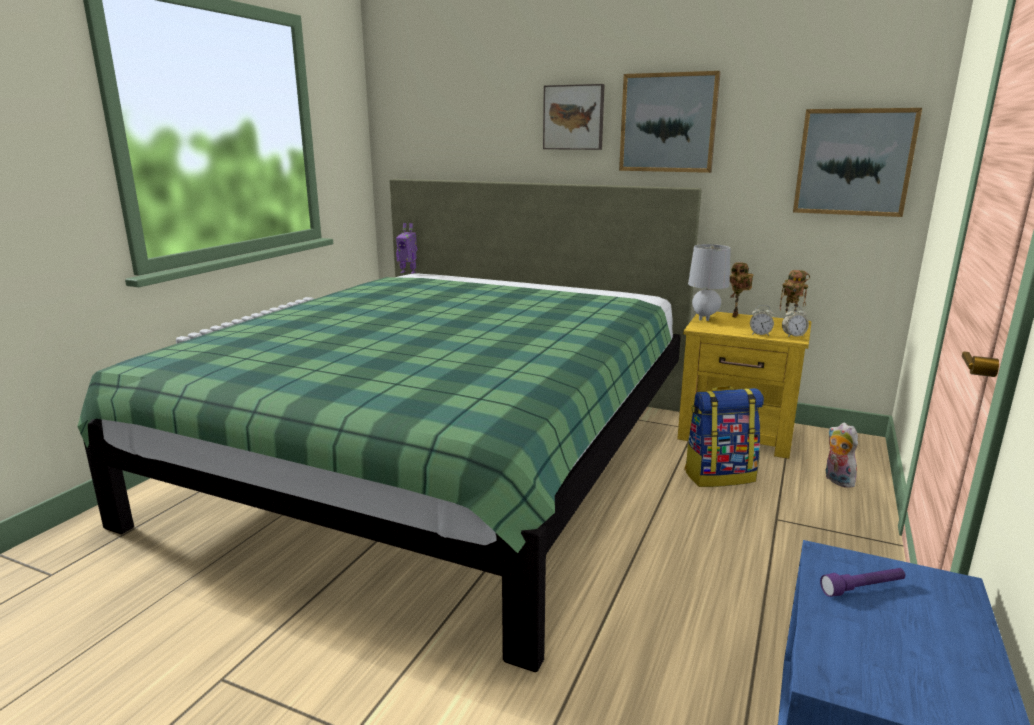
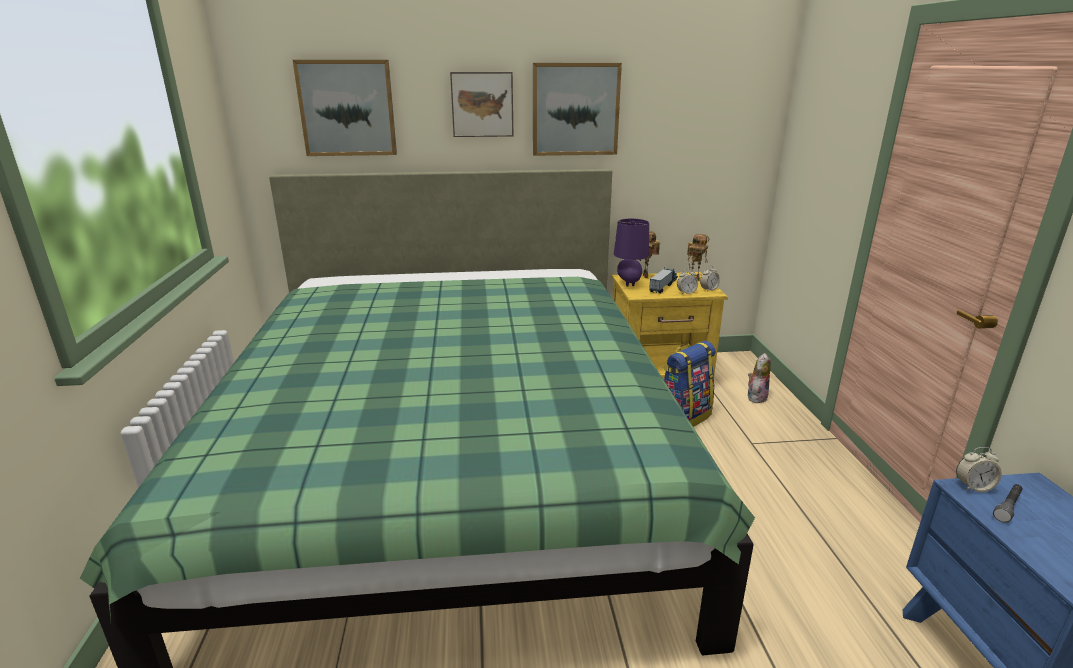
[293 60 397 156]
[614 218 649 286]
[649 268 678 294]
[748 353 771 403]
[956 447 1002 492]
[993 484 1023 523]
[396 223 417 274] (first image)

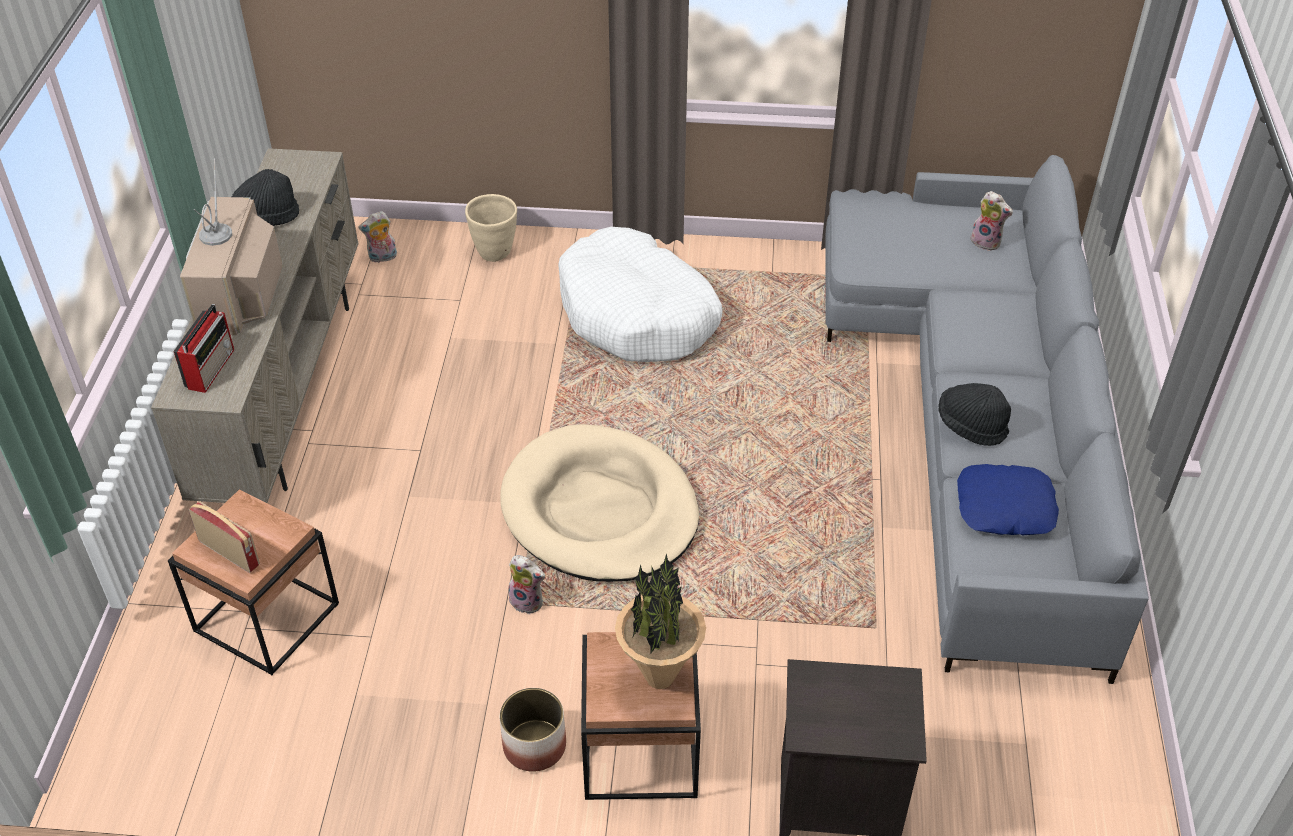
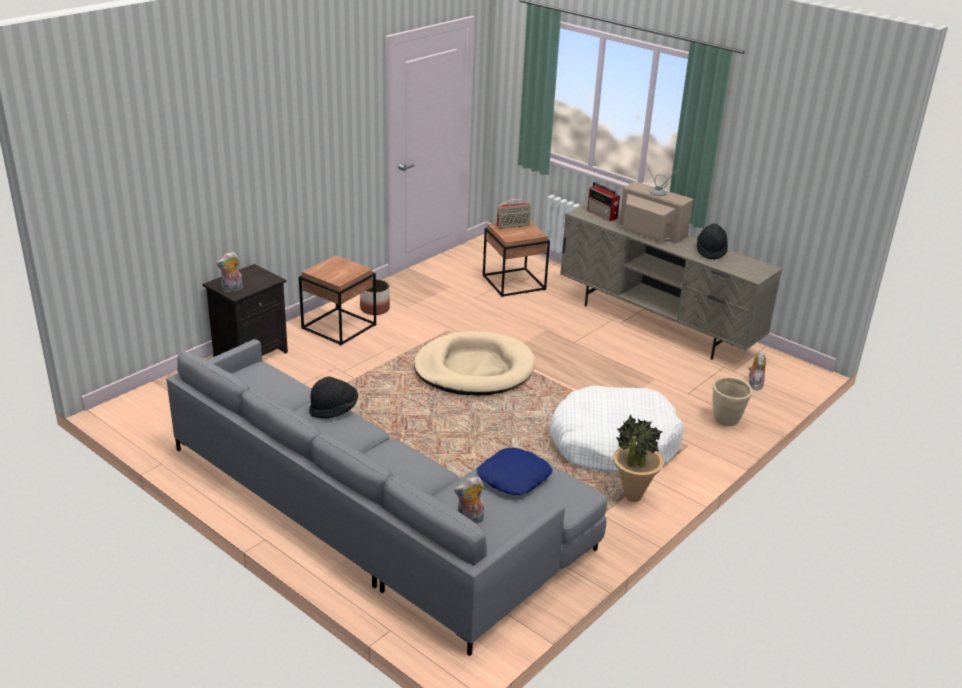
[216 252 243 292]
[477 447 553 495]
[613 414 664 502]

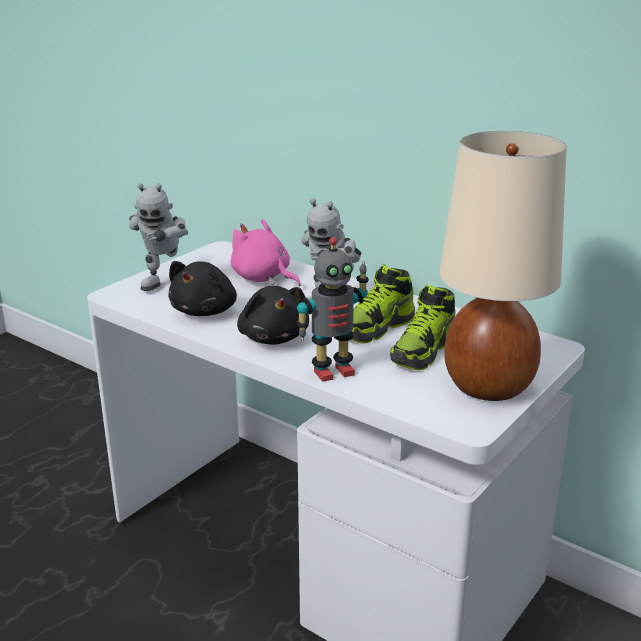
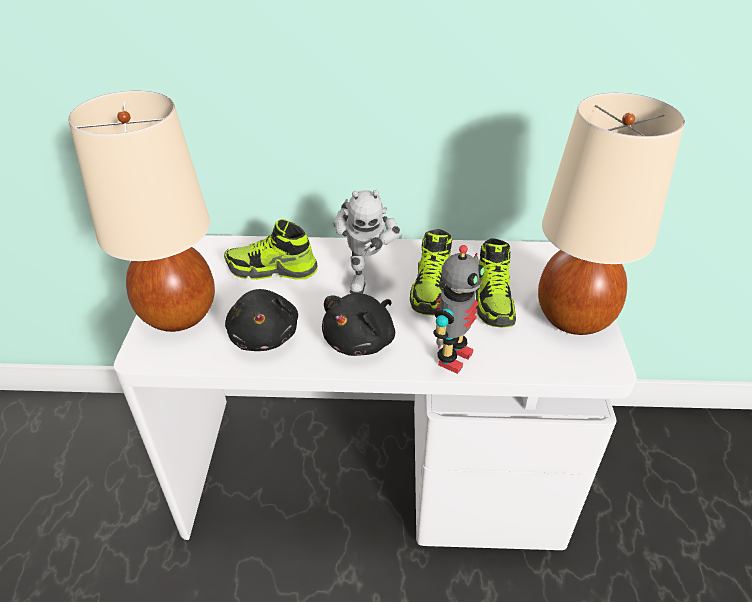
[68 91 215 332]
[224 219 318 280]
[322 293 395 356]

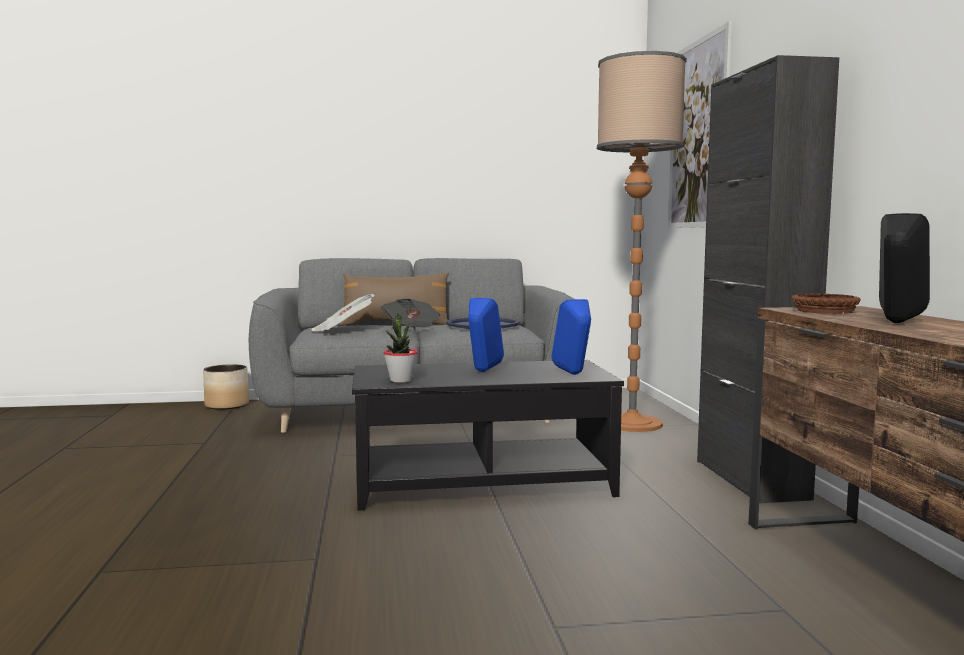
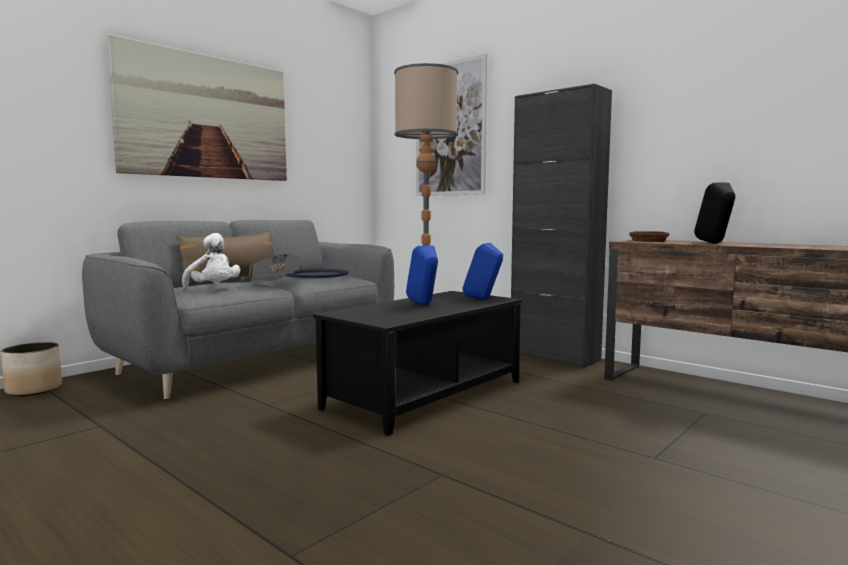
[107 34 287 181]
[182 233 241 288]
[384 314 418 383] (first image)

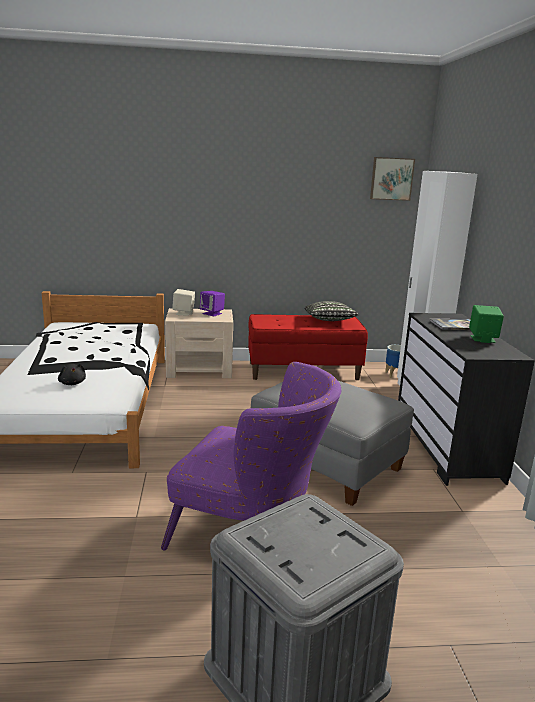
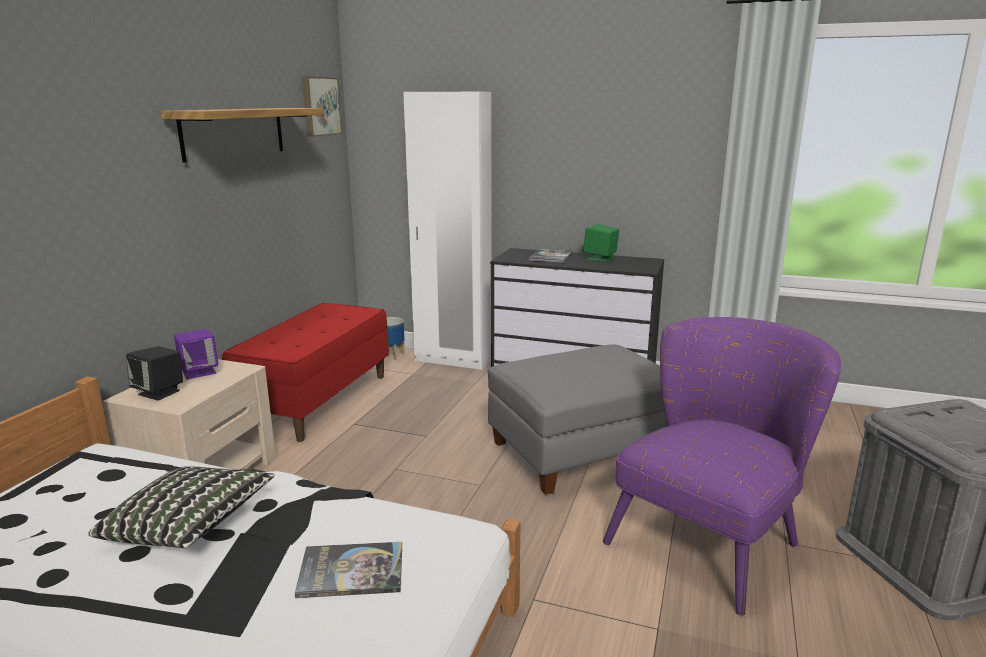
[88 467 275 548]
[126 346 183 401]
[161 108 323 163]
[295 542 402 598]

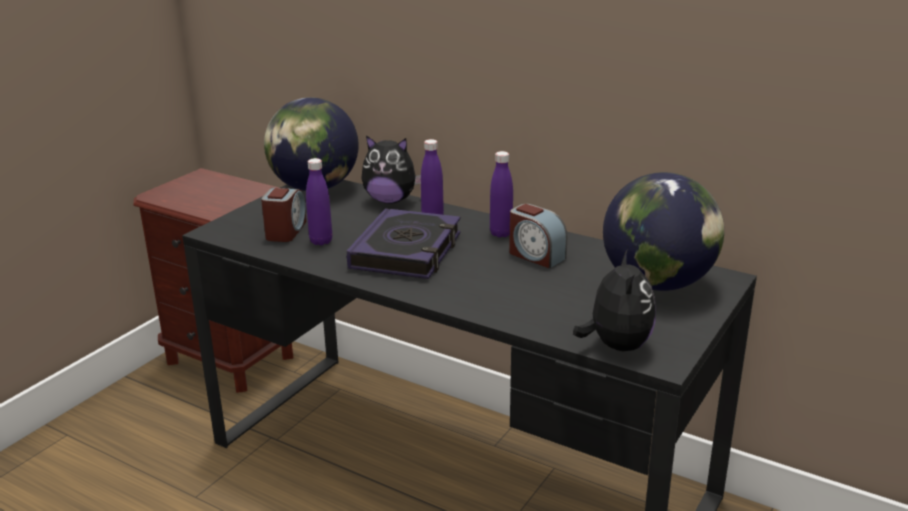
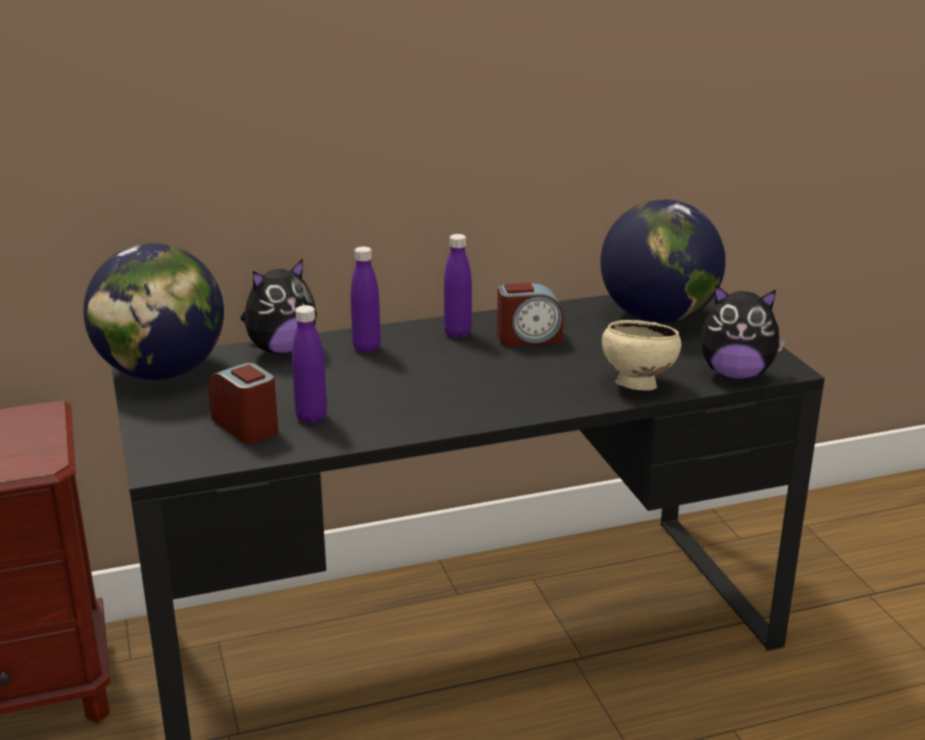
[602 320 681 391]
[700 285 786 380]
[347 208 461 279] (first image)

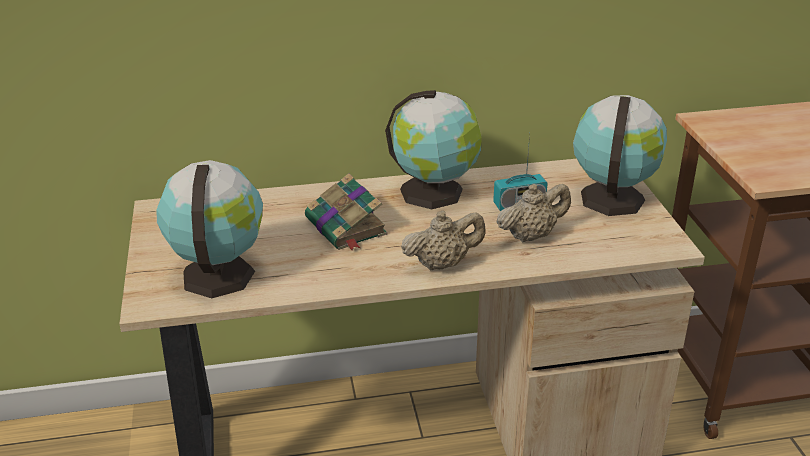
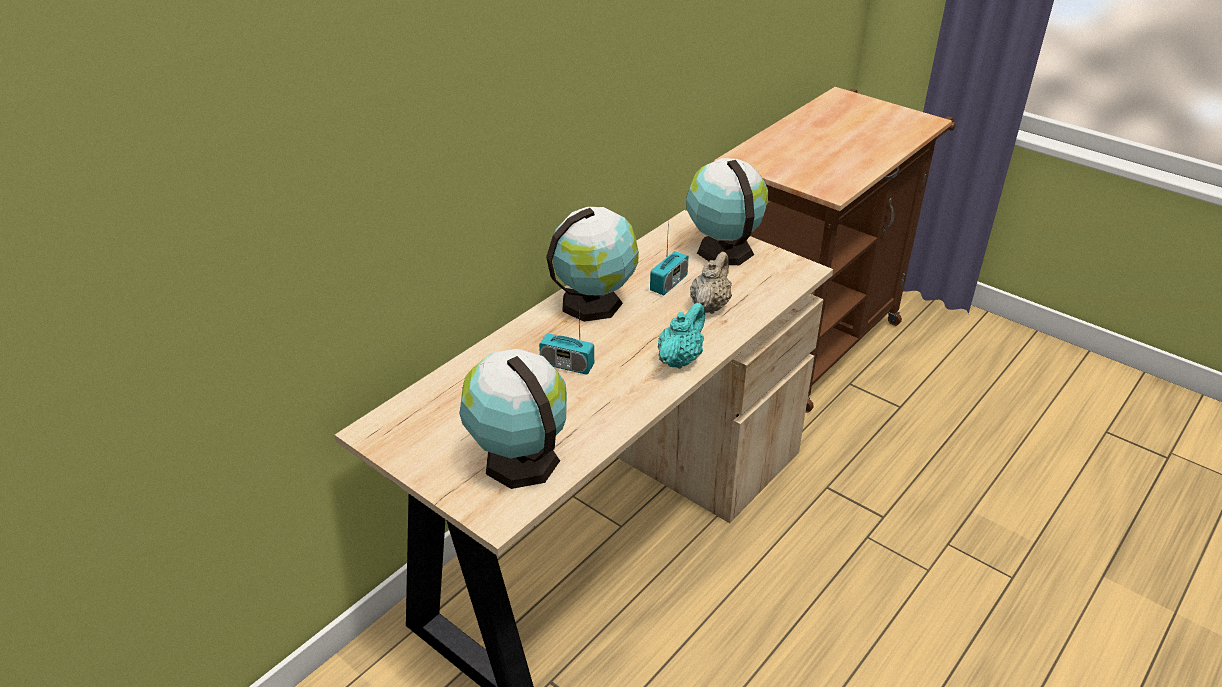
[539 313 594 375]
[658 303 705 369]

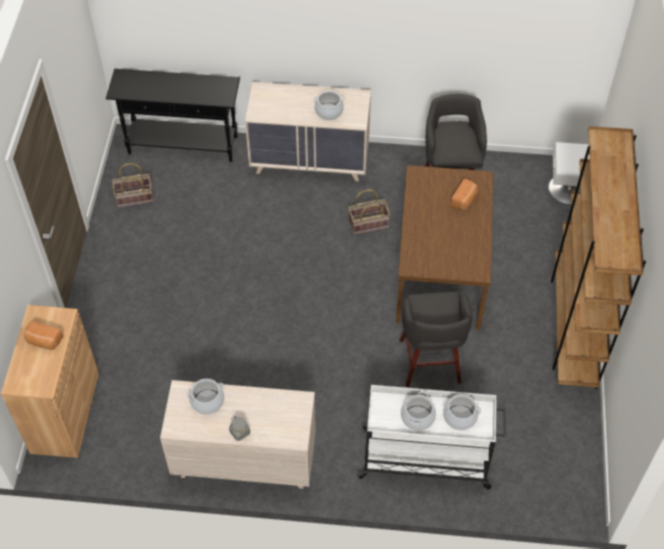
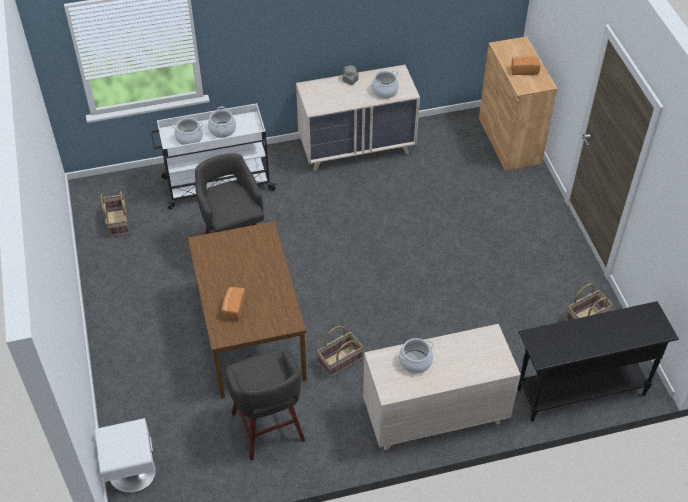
[100 191 129 238]
[551 126 646 389] (first image)

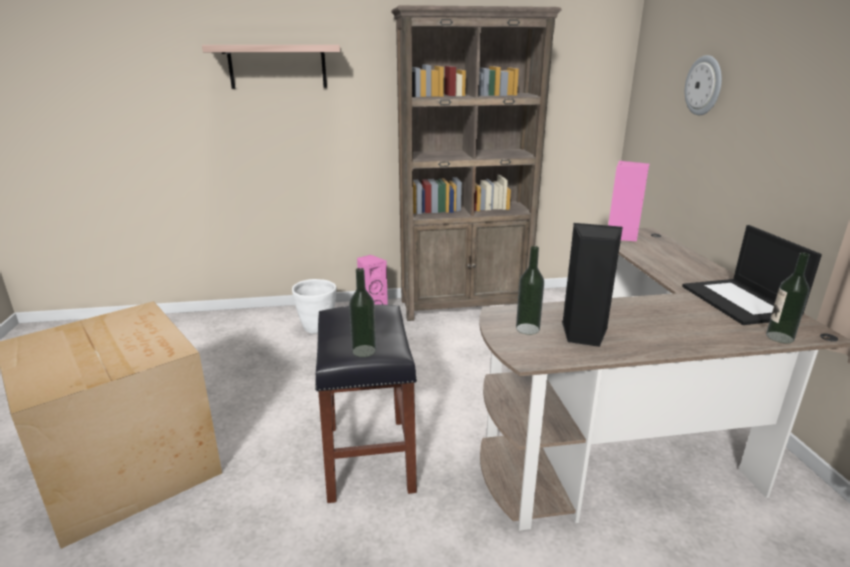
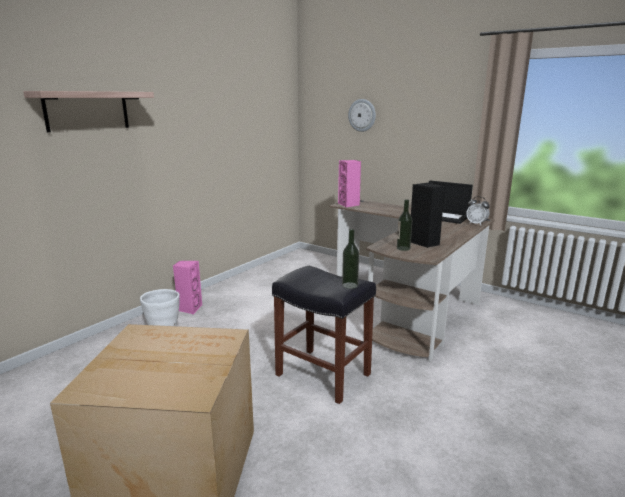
[466 196 490 225]
[391 5 562 321] (first image)

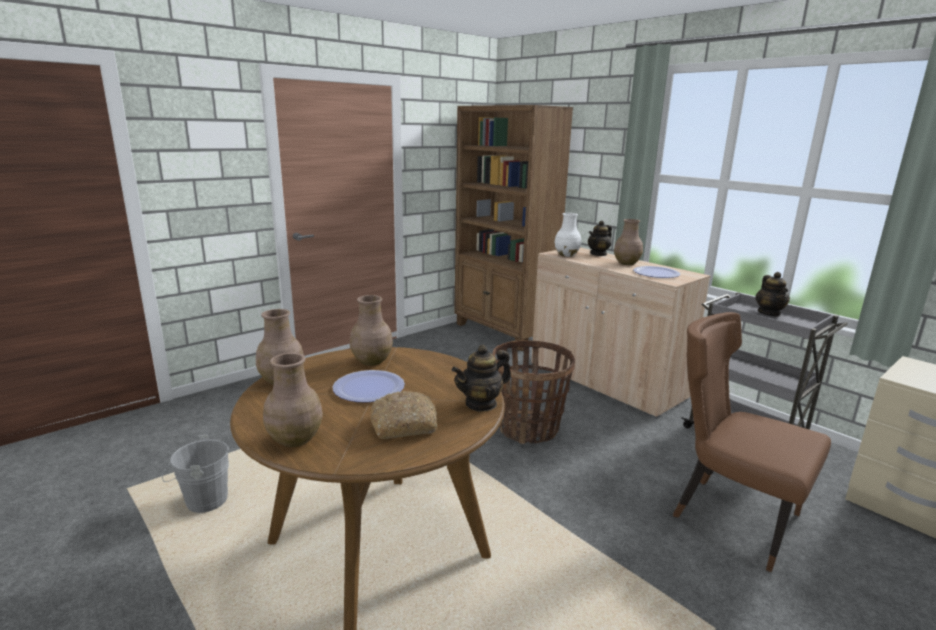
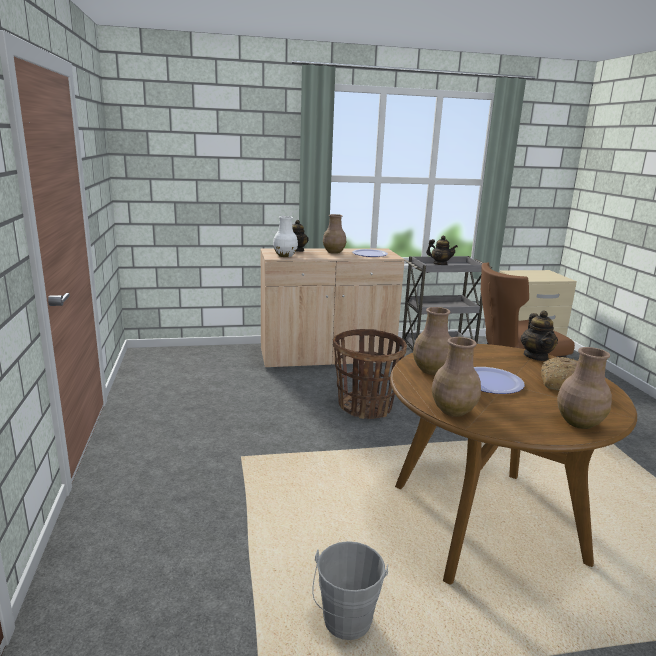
[454 105 573 351] (first image)

